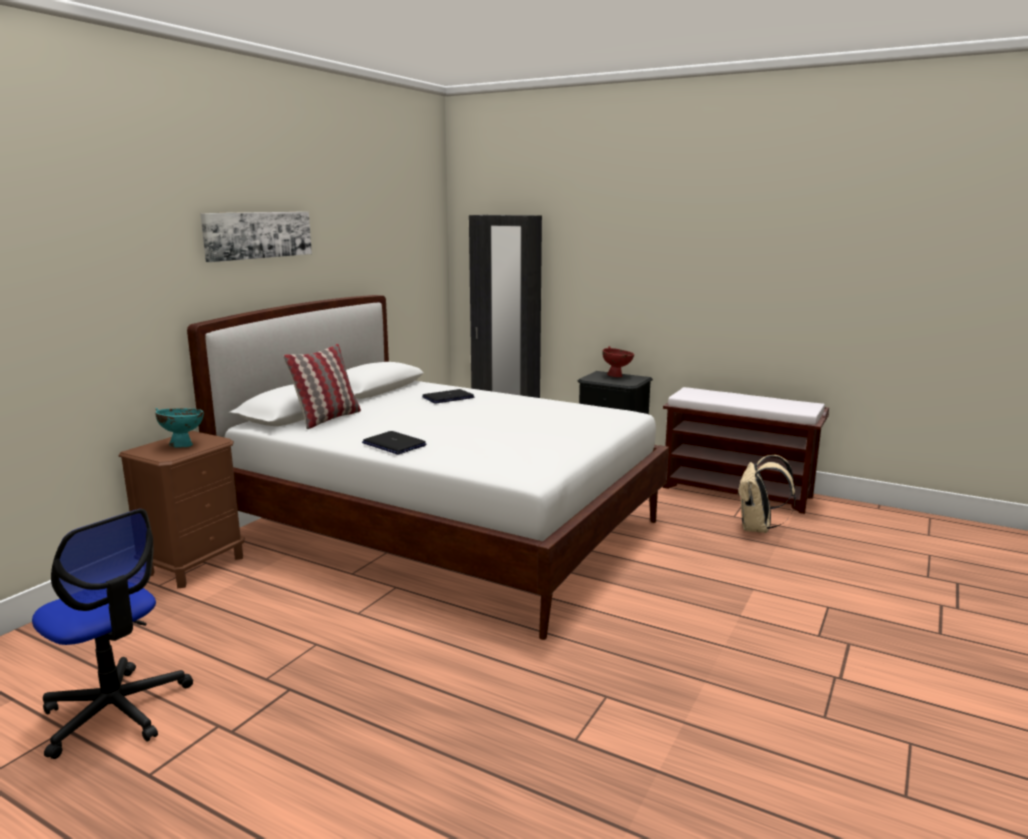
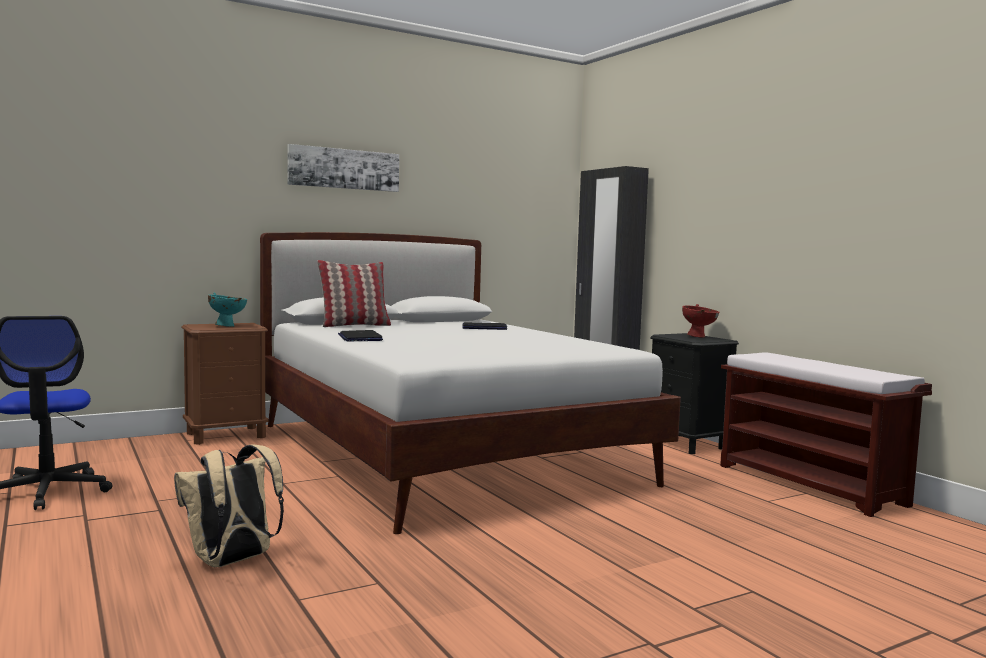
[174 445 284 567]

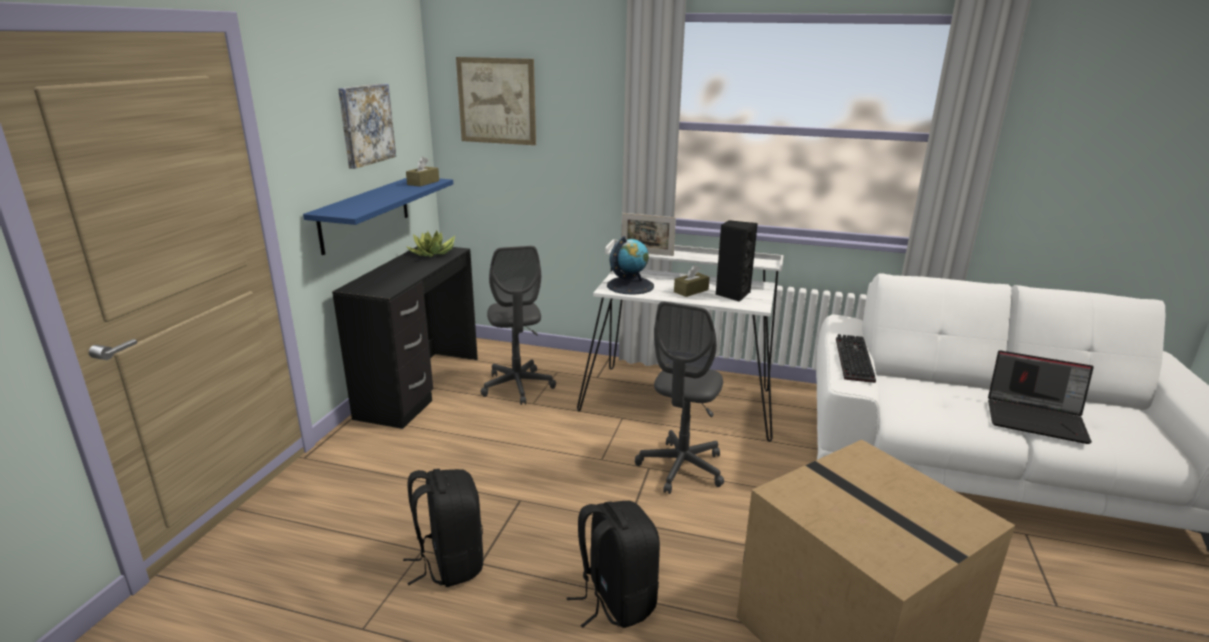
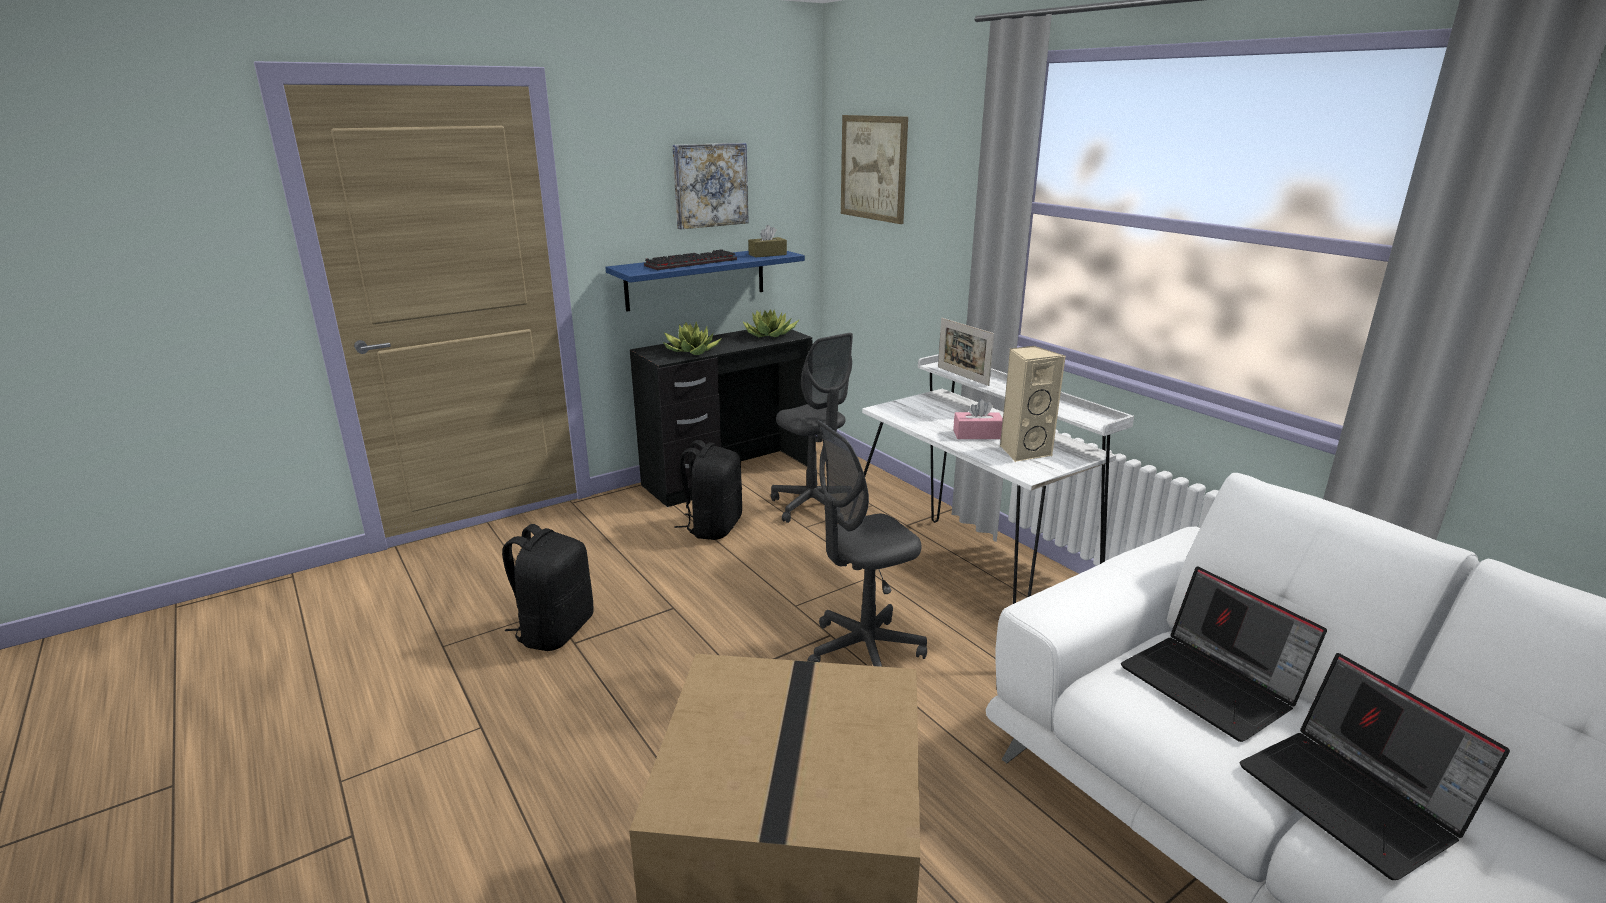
[644 249 737 270]
[663 322 722 355]
[674 440 742 540]
[771 333 853 524]
[953 399 1003 439]
[1000 346 1066 462]
[1121 566 1327 742]
[607 236 654 295] (first image)

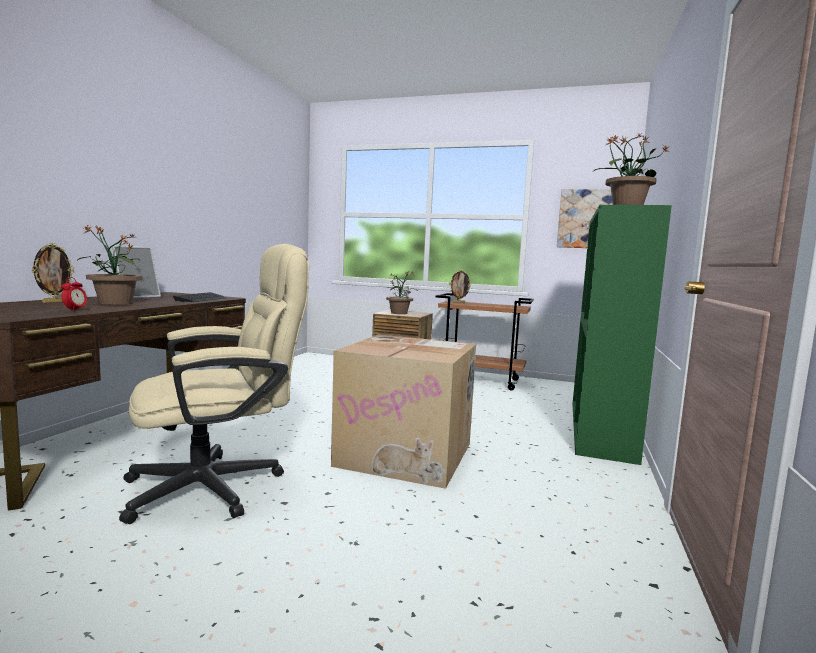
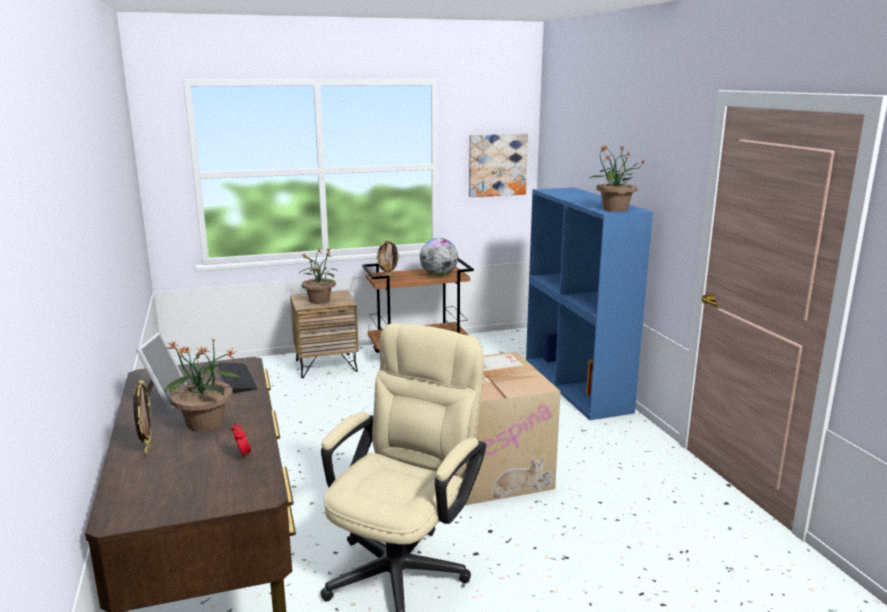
[420 238 458 276]
[526 187 653 420]

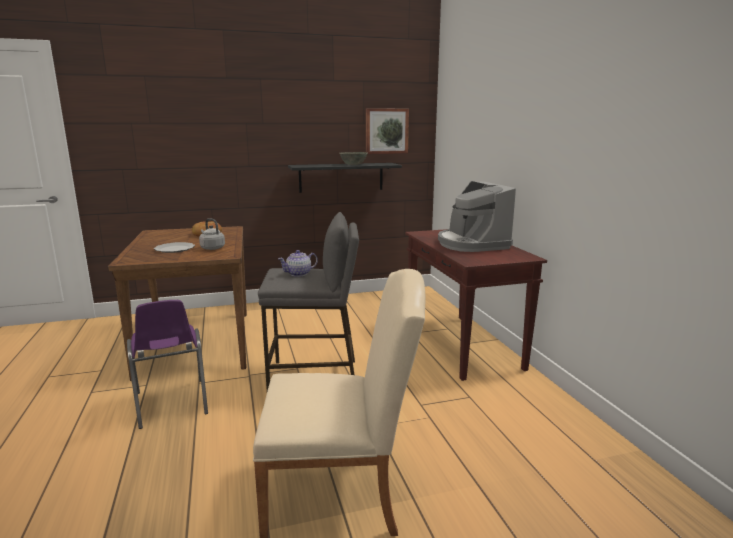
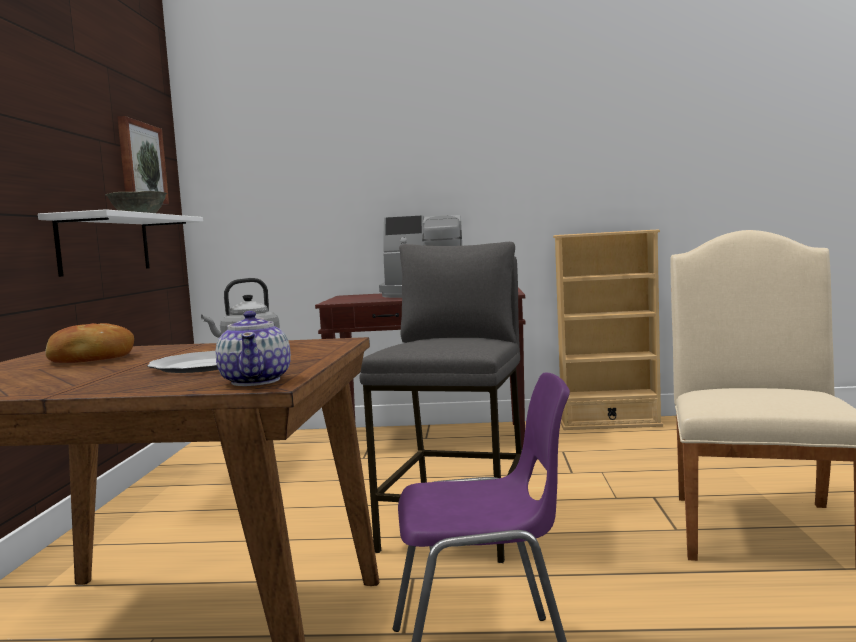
[38 209 203 277]
[216 311 291 386]
[553 230 663 430]

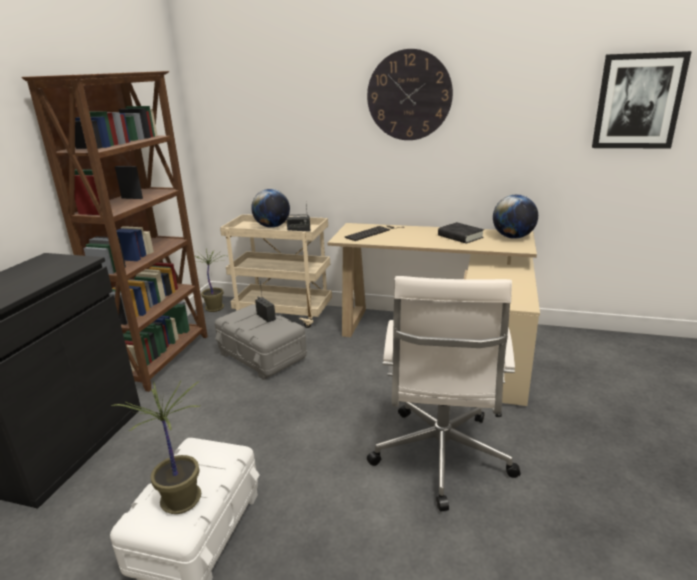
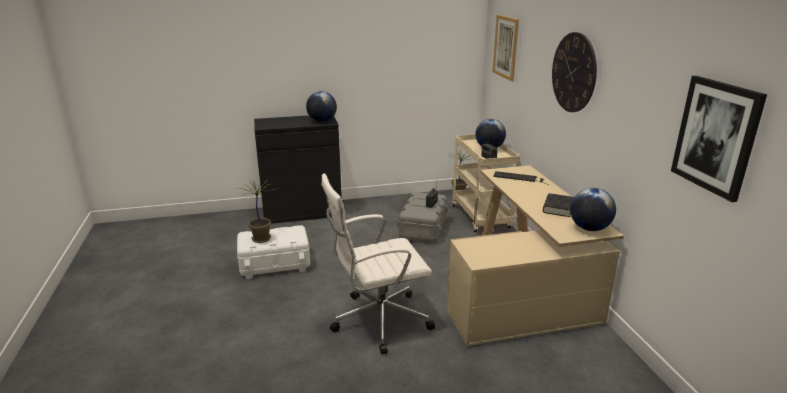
[306 91 337 122]
[493 15 519 81]
[22 71 208 392] (first image)

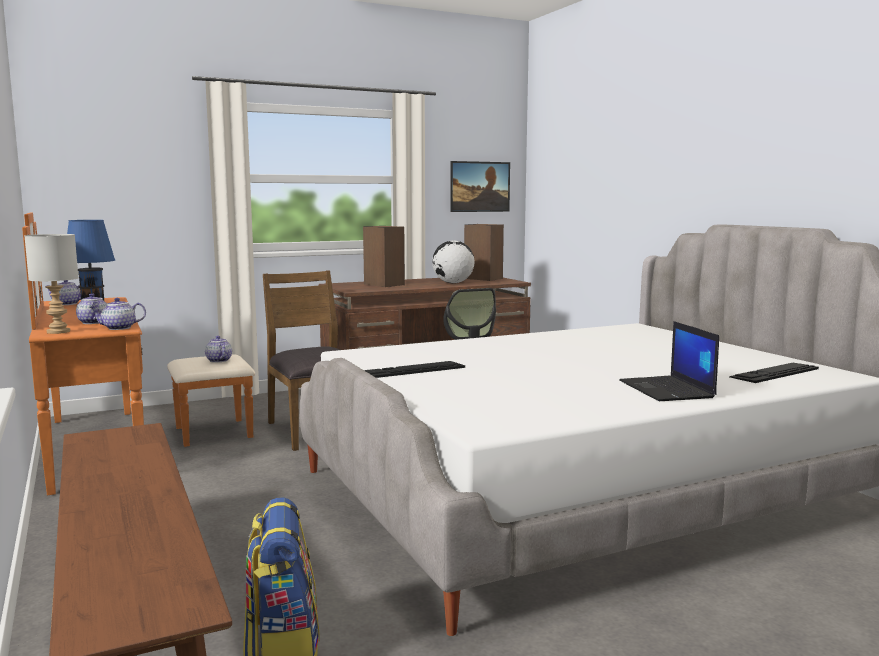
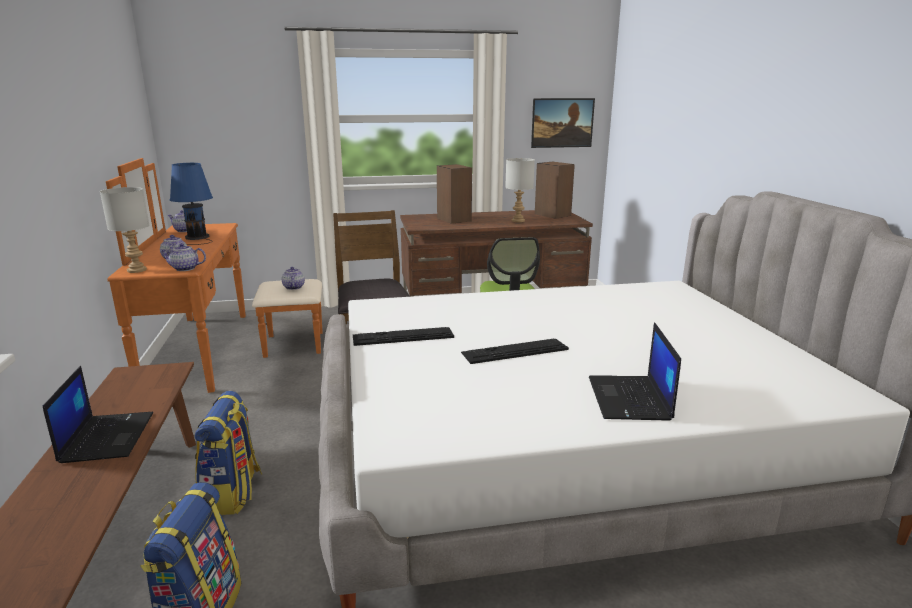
[43 366 153 463]
[195 391 262 515]
[461 339 569 364]
[505 158 535 222]

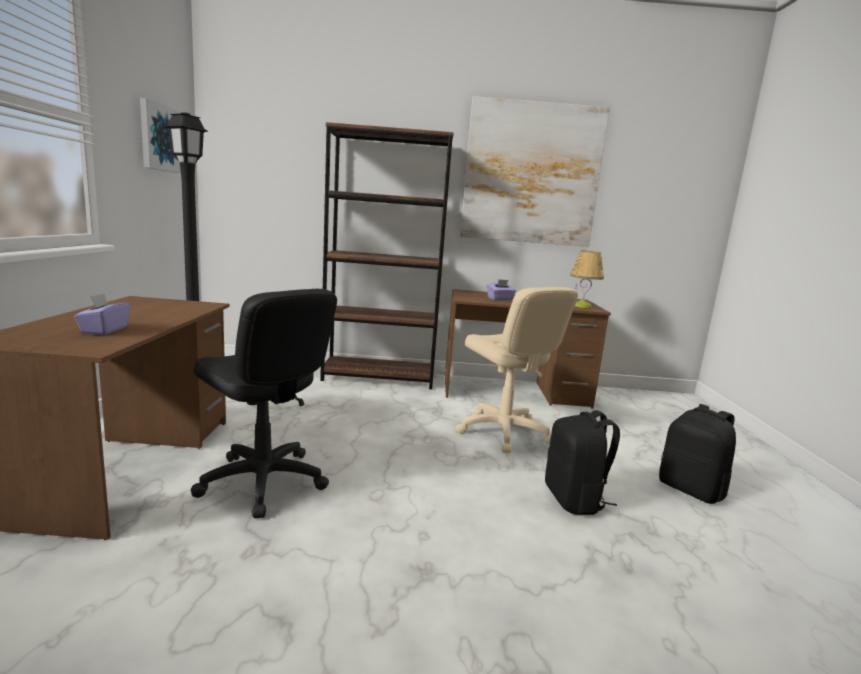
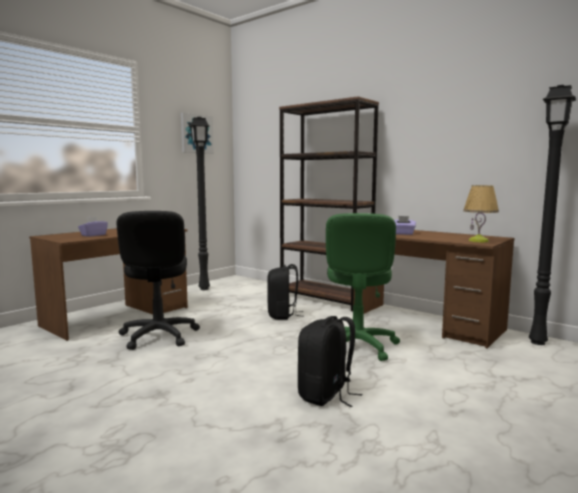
[267 264 304 320]
[326 213 400 361]
[529 85 576 345]
[460 96 610 247] (first image)

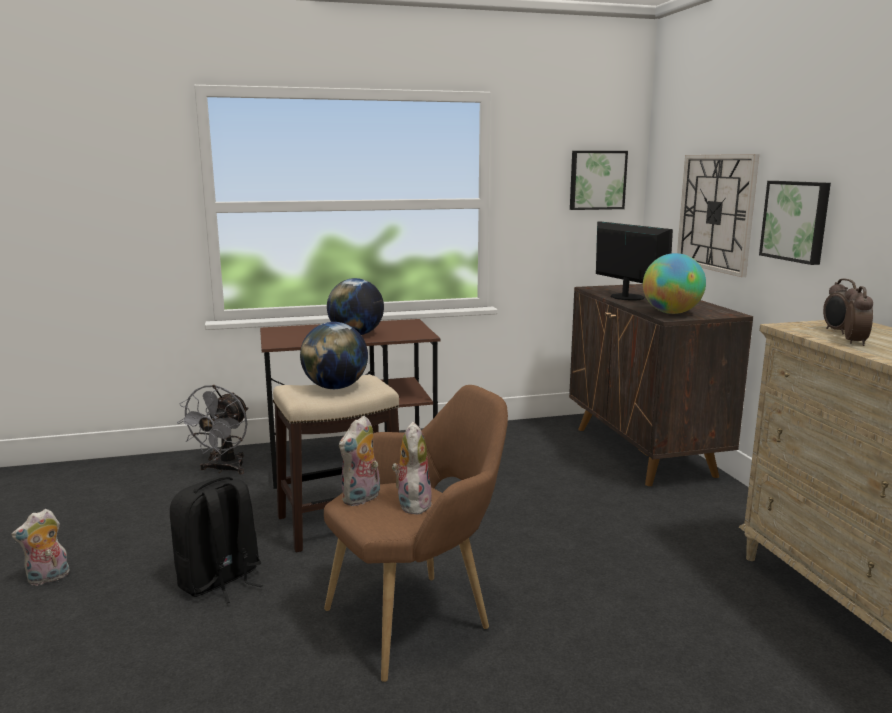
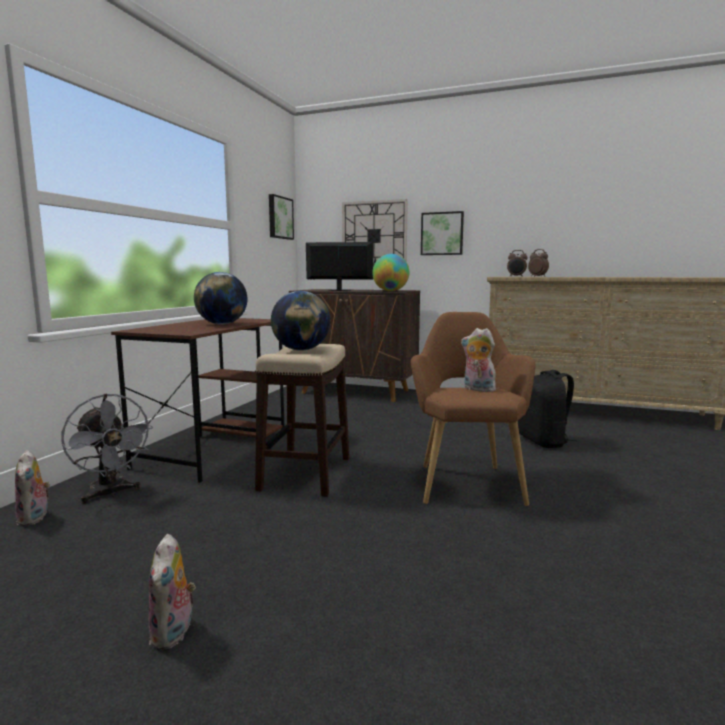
[15 450 50 526]
[518 370 576 448]

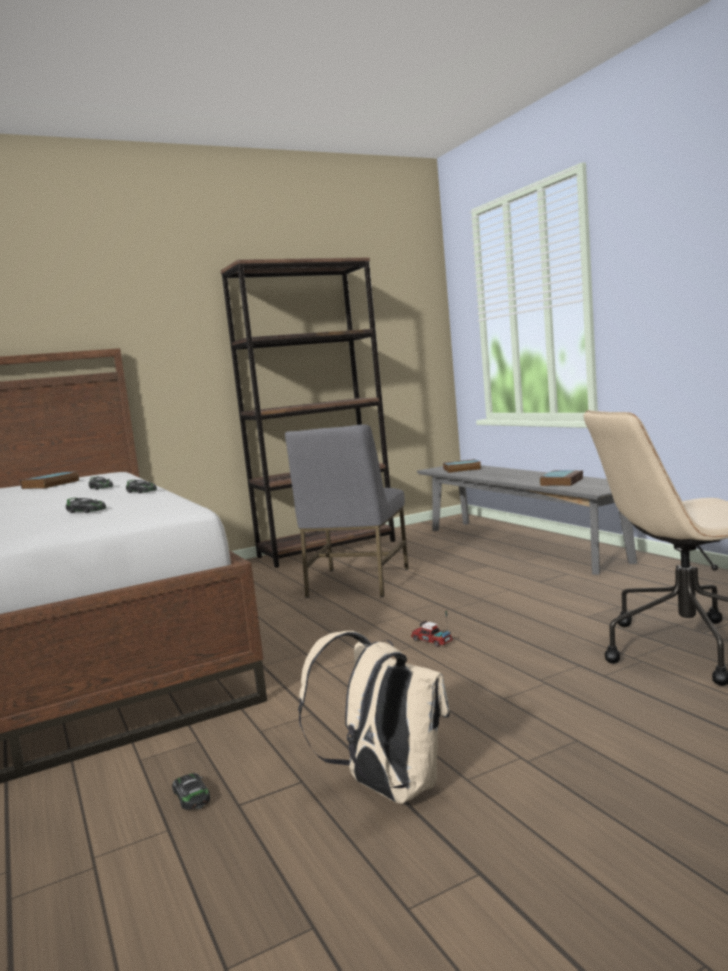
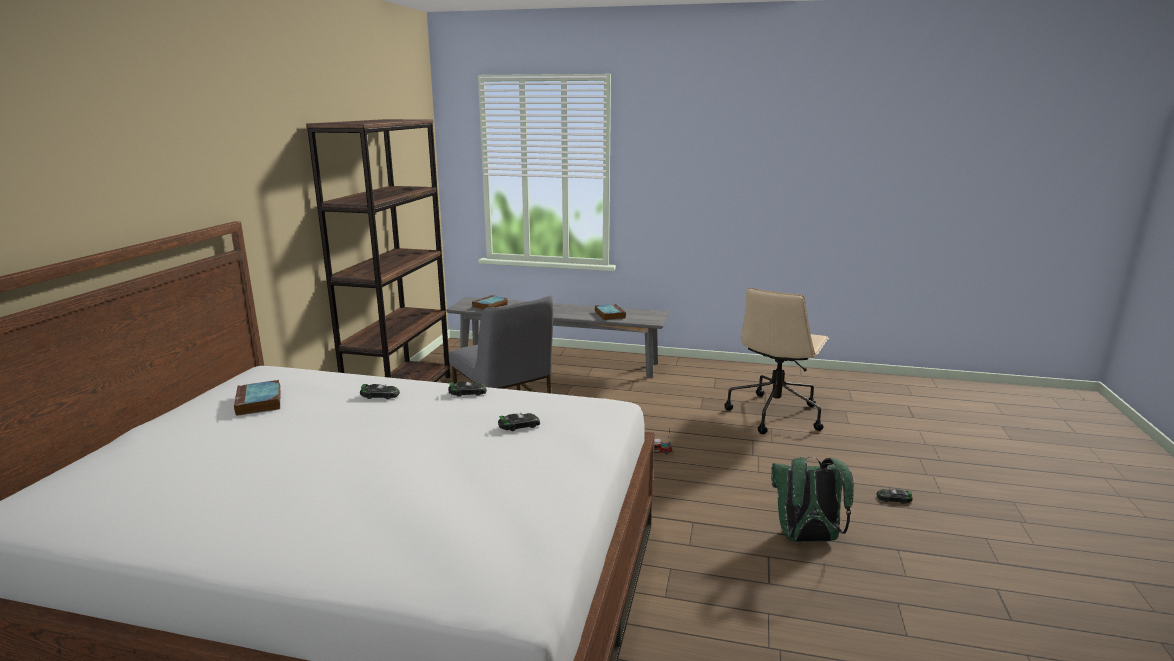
[771 456 854 542]
[877 489 913 504]

